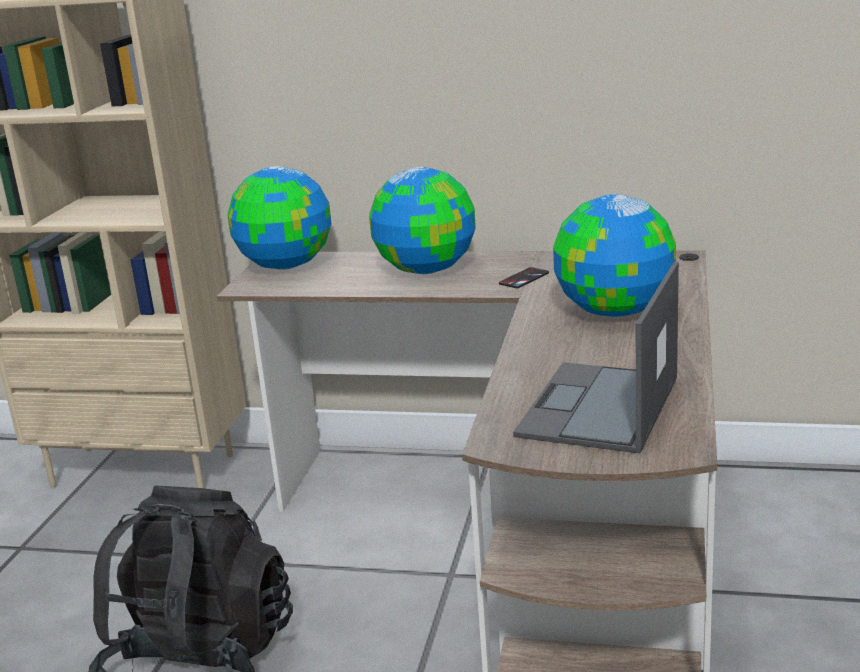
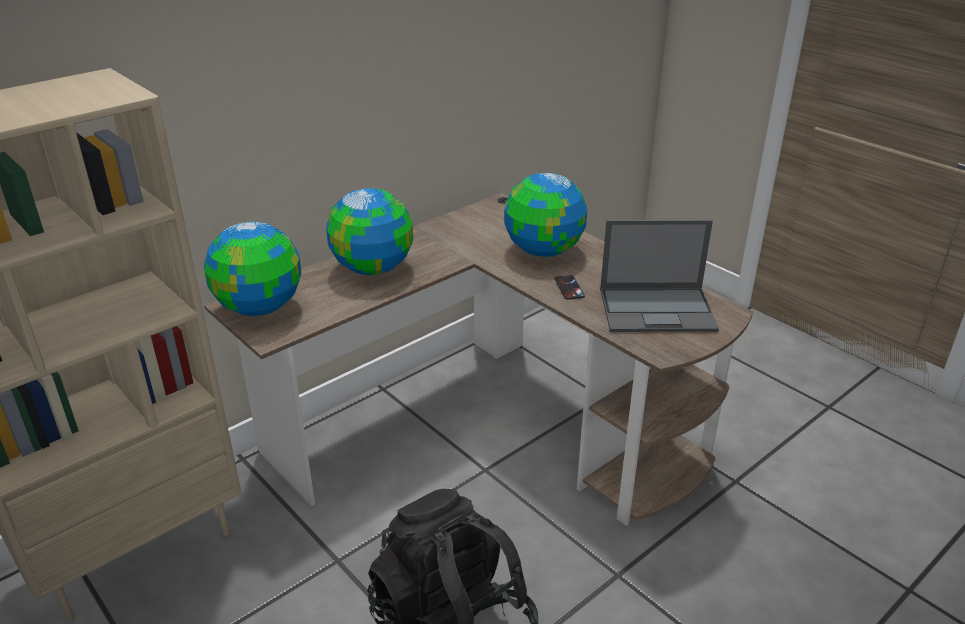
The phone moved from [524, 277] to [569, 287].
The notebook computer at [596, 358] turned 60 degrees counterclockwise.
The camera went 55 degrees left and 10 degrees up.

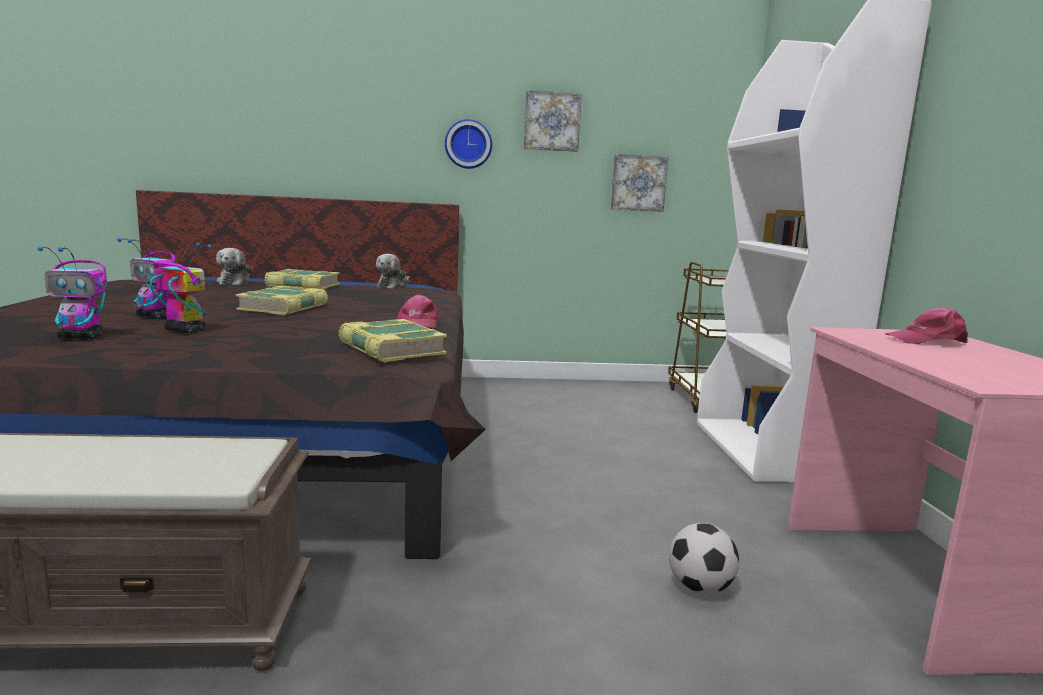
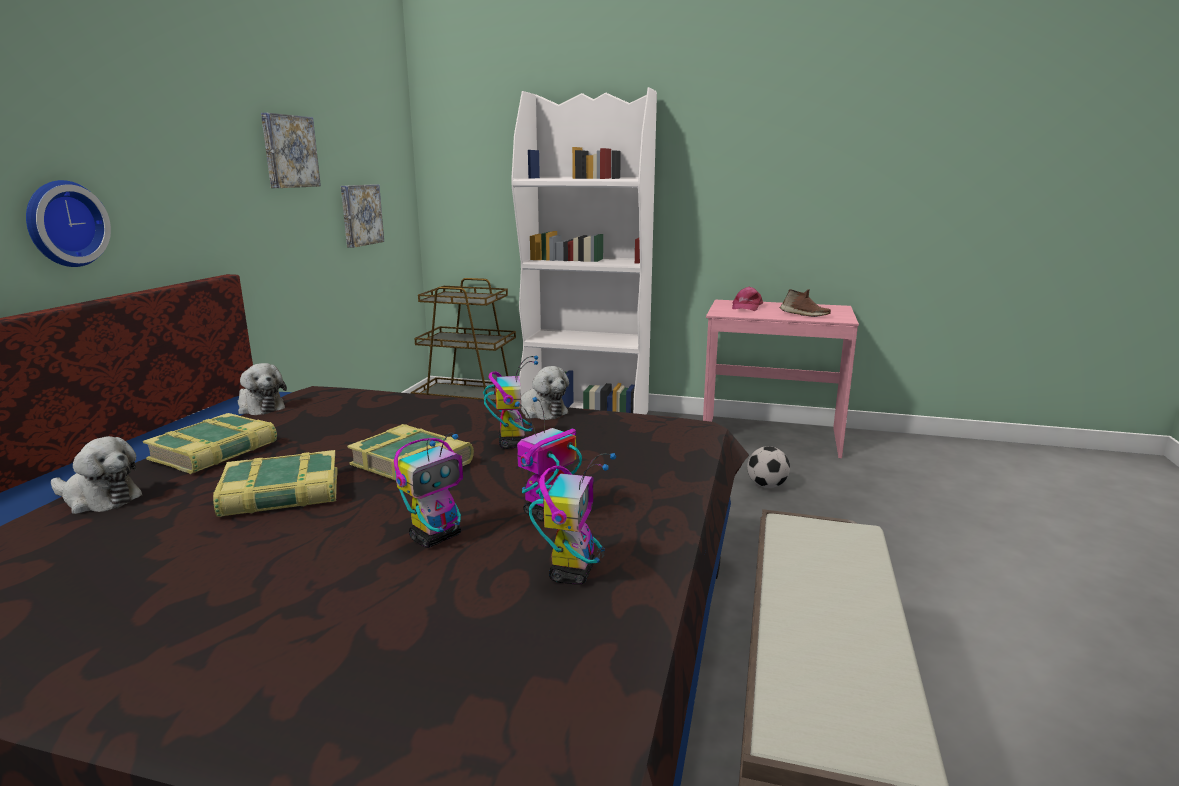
The wall clock moved from [468, 144] to [68, 223].
The book moved from [392, 341] to [275, 483].
The model robot at [510, 402] appeared.
The pinkish peaked cap at [418, 311] was replaced by the soft toy at [545, 393].
The brown-coloured low shoe at [805, 303] appeared.
The camera went 70 degrees left and 5 degrees up.

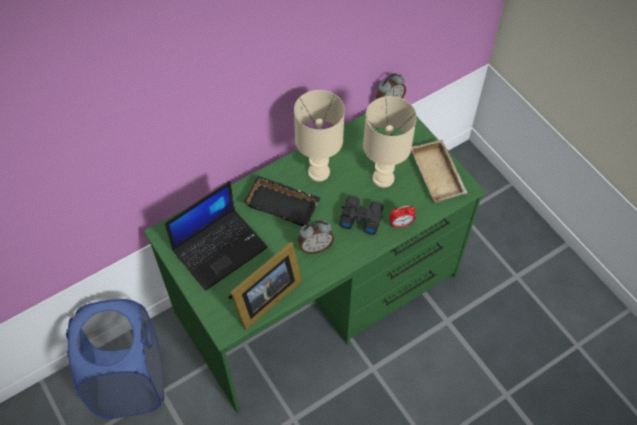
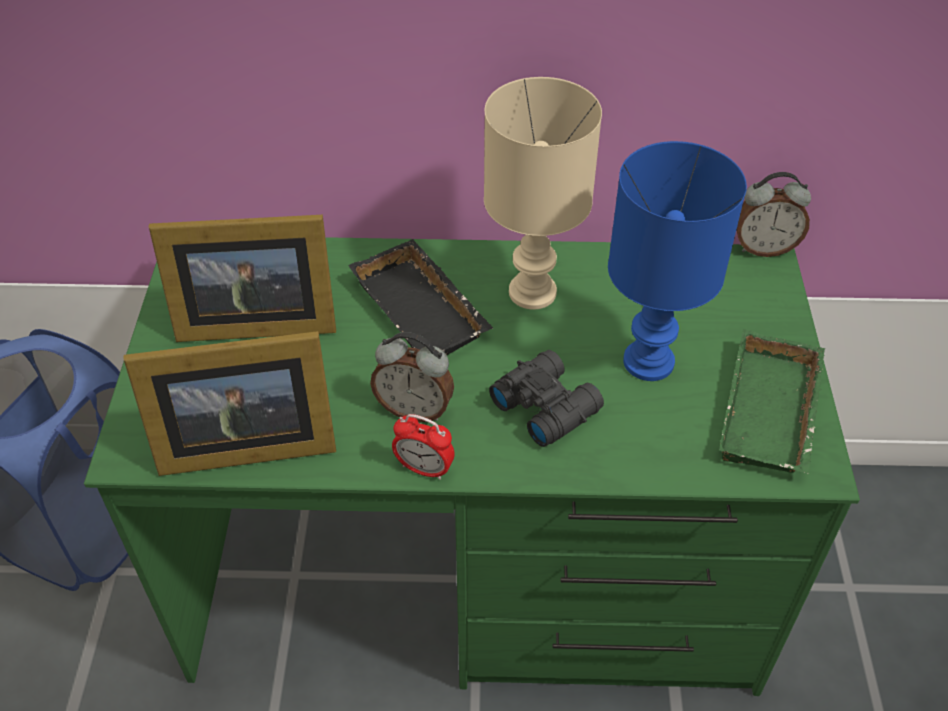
The notebook computer at [216, 236] was replaced by the picture frame at [242, 278].
The table clock moved from [402, 216] to [423, 447].
The beige tabletop lamp at [390, 142] became the bluish tabletop lamp at [677, 261].
The beige tray at [439, 172] became the green tray at [772, 401].
The camera went 35 degrees right and 10 degrees down.

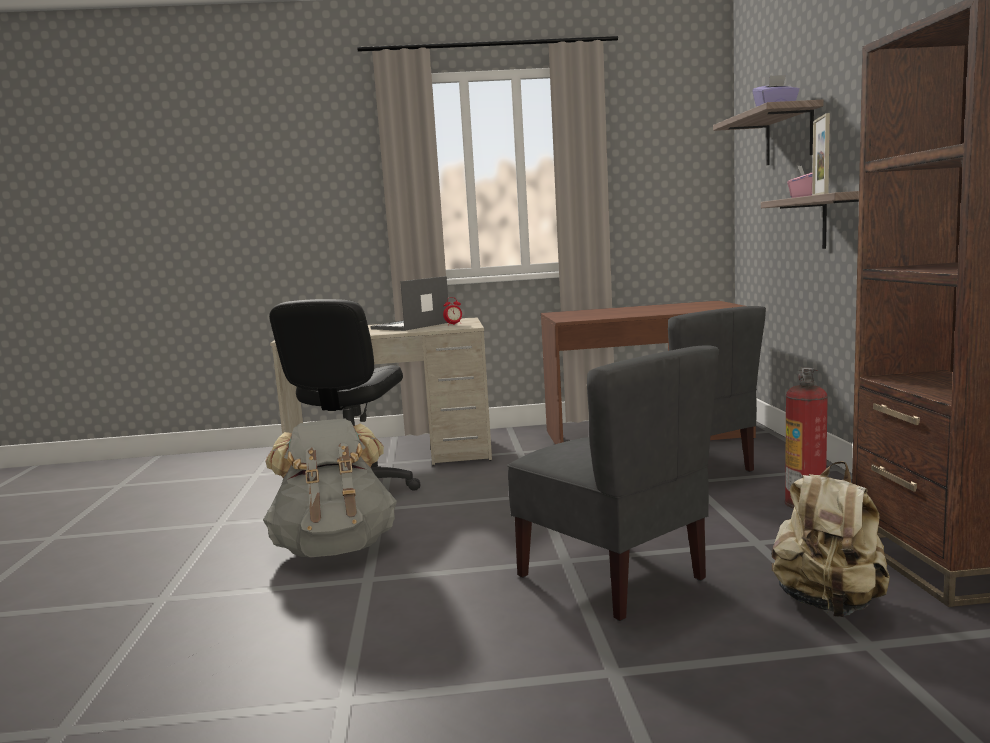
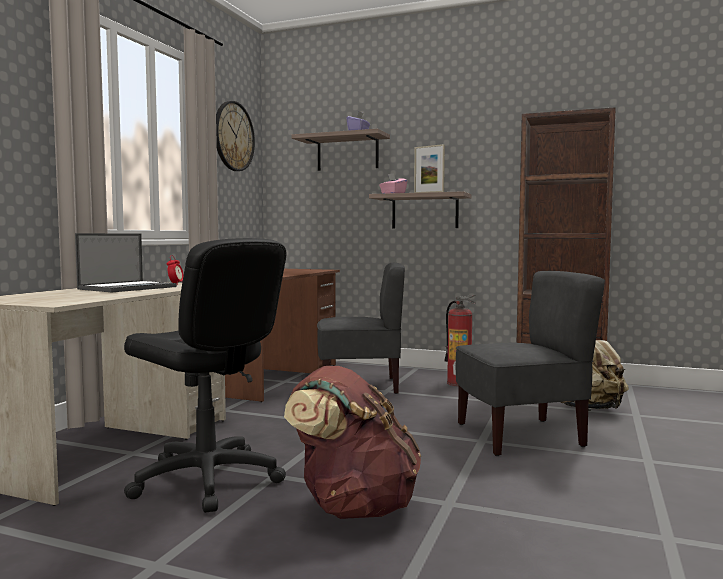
The notebook computer at [409, 303] turned 120 degrees counterclockwise.
The wall clock at [235, 136] appeared.
The gray backpack at [330, 487] became the brown-coloured backpack at [352, 442].
The camera went 65 degrees left and 5 degrees down.

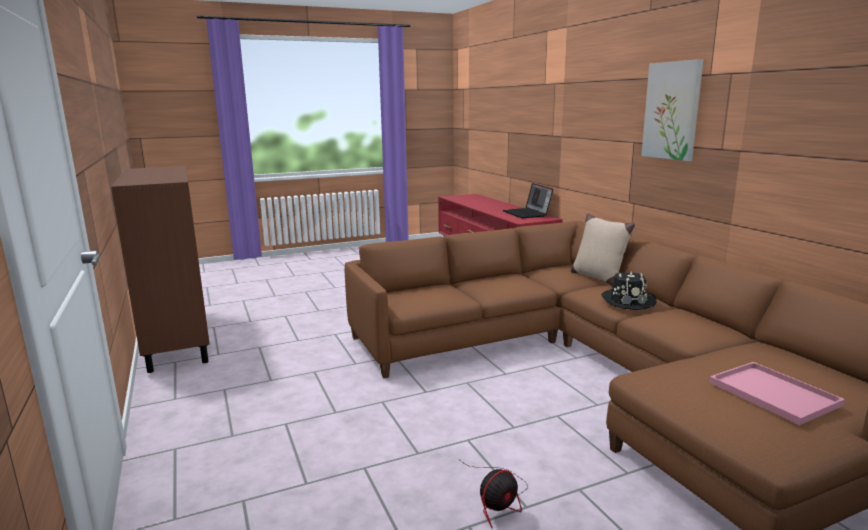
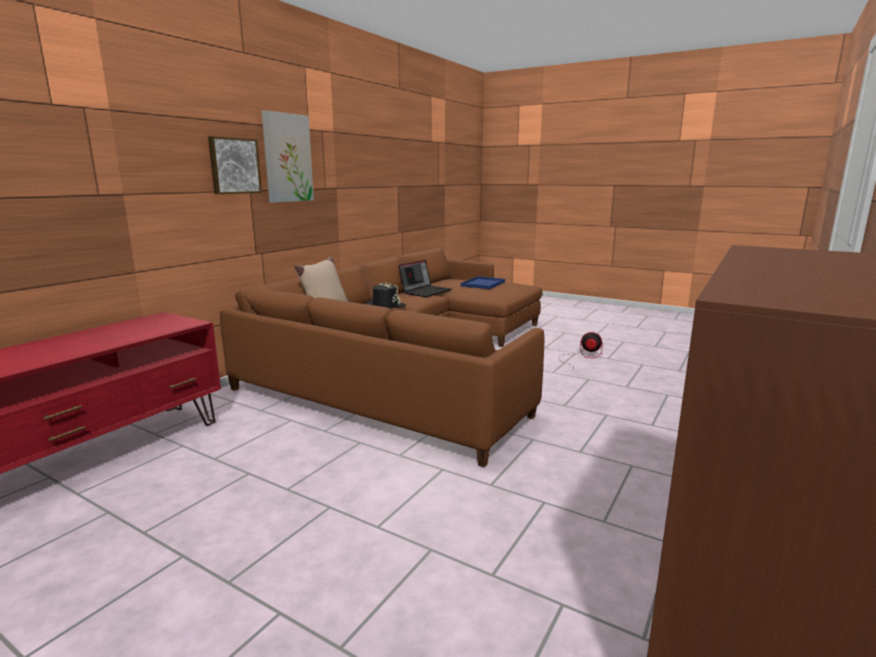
The picture at [235, 165] appeared.
The notebook computer moved from [528, 200] to [425, 278].
The pinkish tray at [777, 393] became the bluish tray at [483, 282].
The camera went 125 degrees left and 0 degrees up.

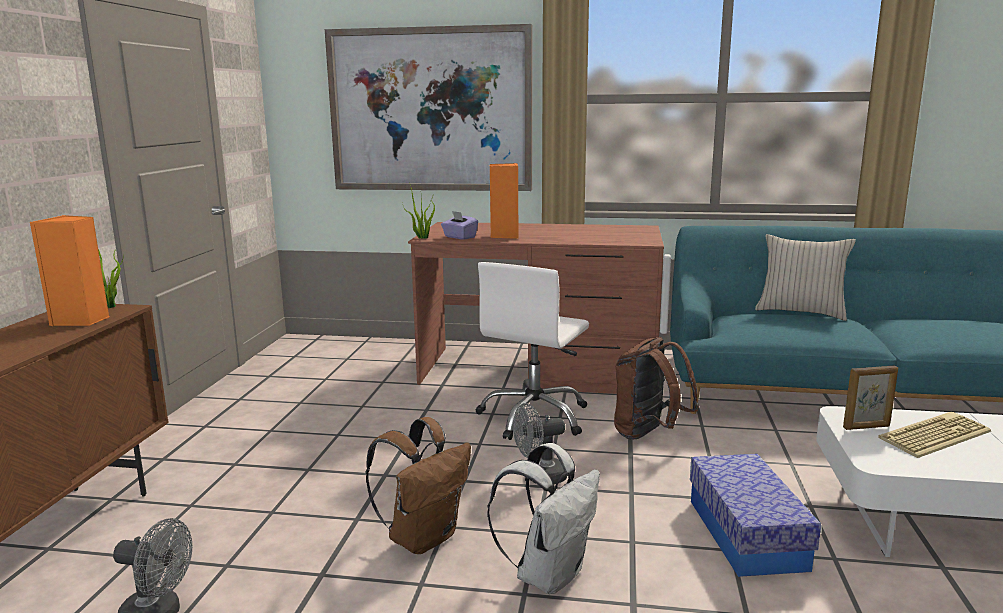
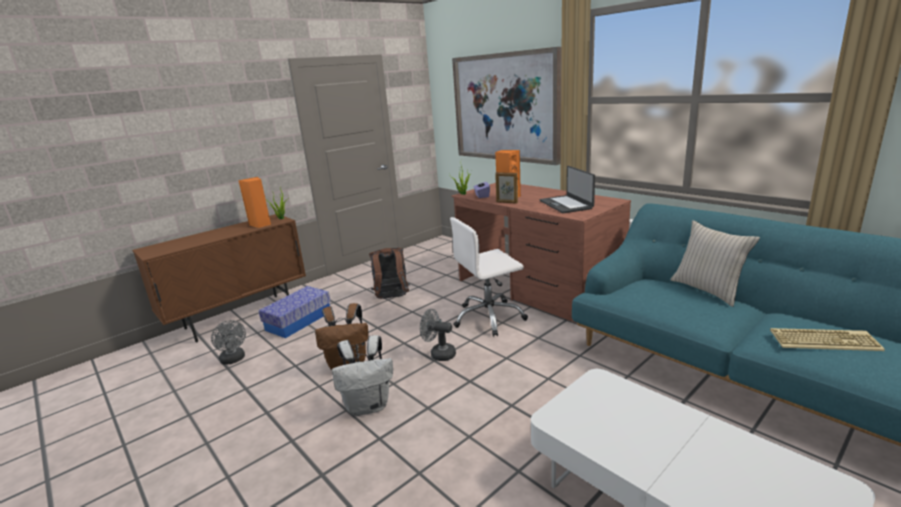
The storage container moved from [755, 515] to [295, 312].
The brown-coloured backpack moved from [656, 388] to [389, 273].
The picture frame moved from [870, 398] to [506, 188].
The notebook computer at [567, 189] appeared.
The PC keyboard moved from [934, 434] to [827, 339].
The camera went 40 degrees right and 5 degrees up.

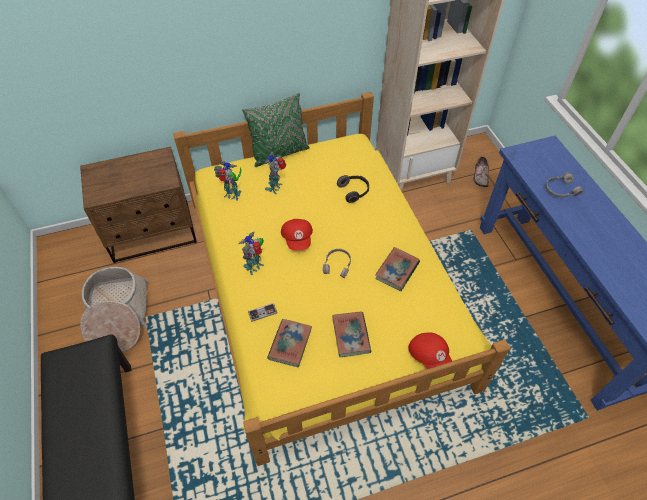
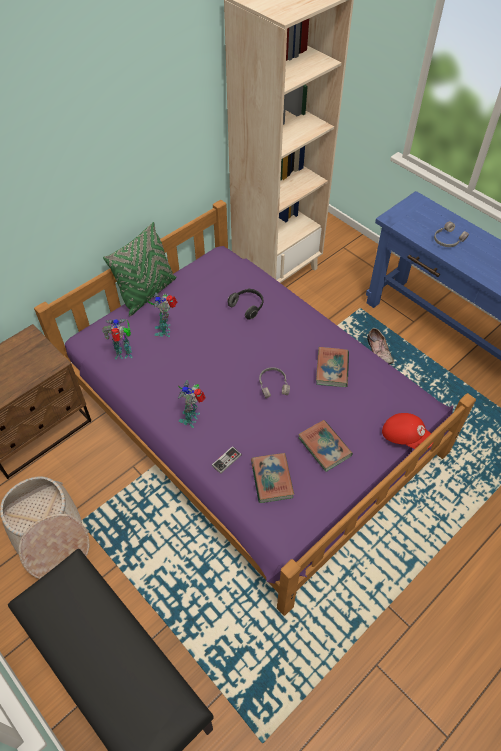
The yellow-coloured sleeping bed at [341, 279] became the purplish sleeping bed at [255, 408].
The low shoe moved from [481, 171] to [380, 346].
The red peaked cap at [297, 235] disappeared.
The camera went 25 degrees left and 0 degrees up.

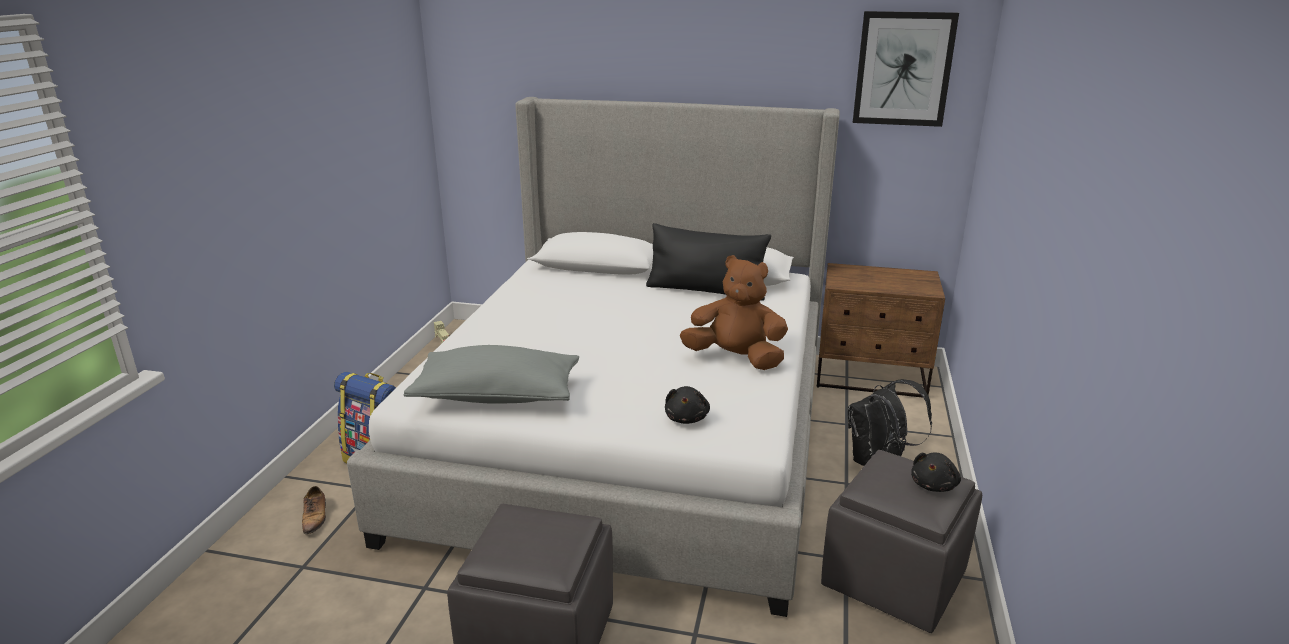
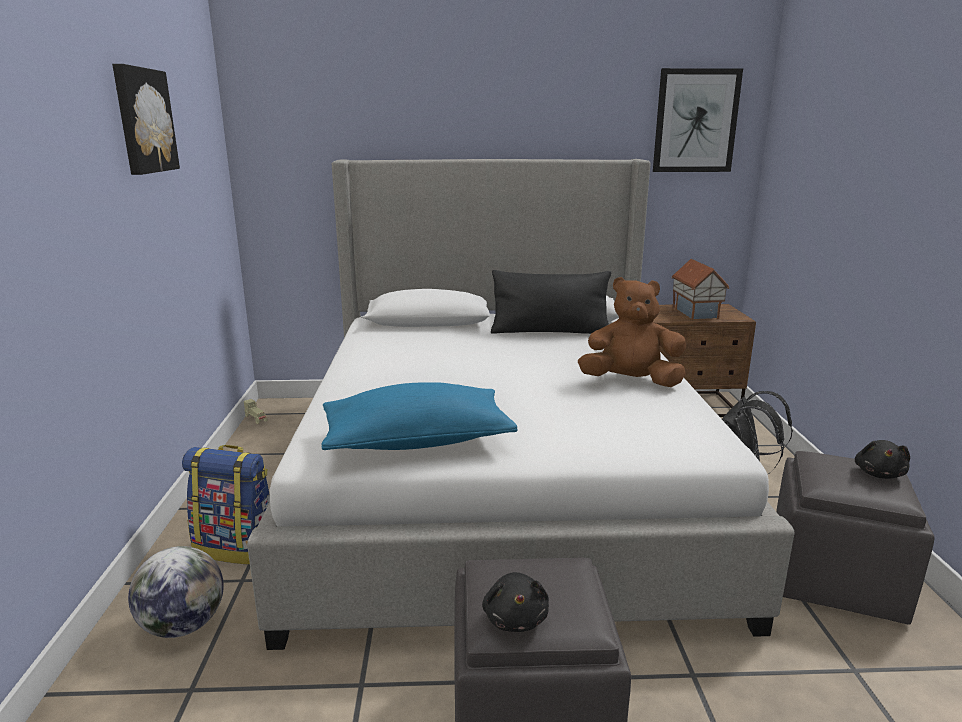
The picture at [146, 119] appeared.
The low shoe at [314, 510] was replaced by the world globe at [176, 592].
The gray pillow at [491, 374] became the bluish pillow at [419, 416].
The blackish soft toy moved from [687, 405] to [515, 602].
The miniature house at [700, 289] appeared.
The camera went 15 degrees left and 5 degrees down.

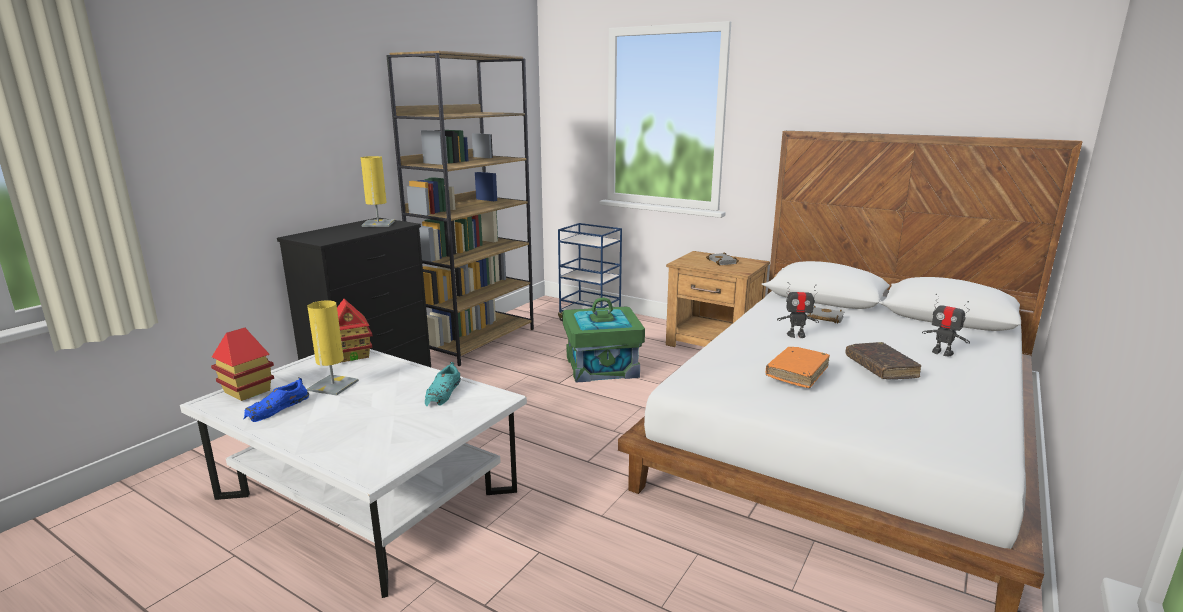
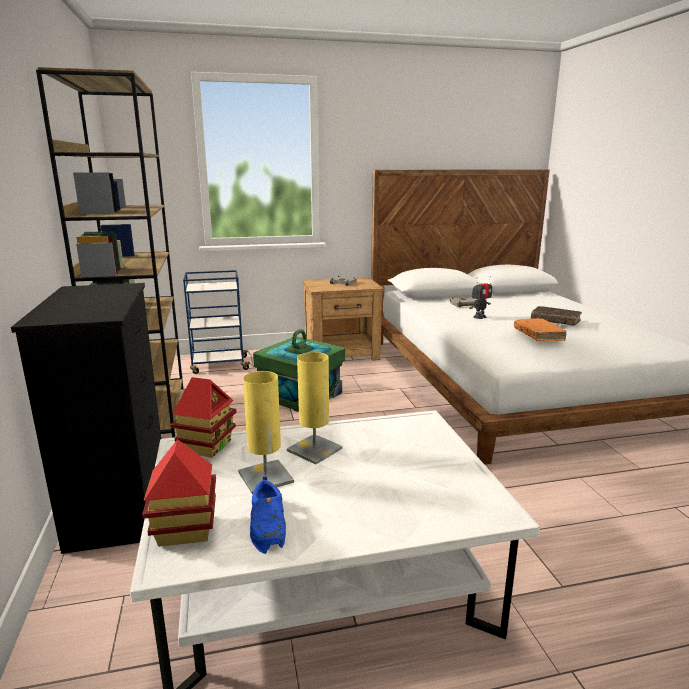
The yellow-coloured tabletop lamp moved from [377, 191] to [314, 408].
The turquoise-coloured low shoe at [443, 384] disappeared.
The model robot at [946, 325] disappeared.
The camera went 45 degrees left and 0 degrees up.

